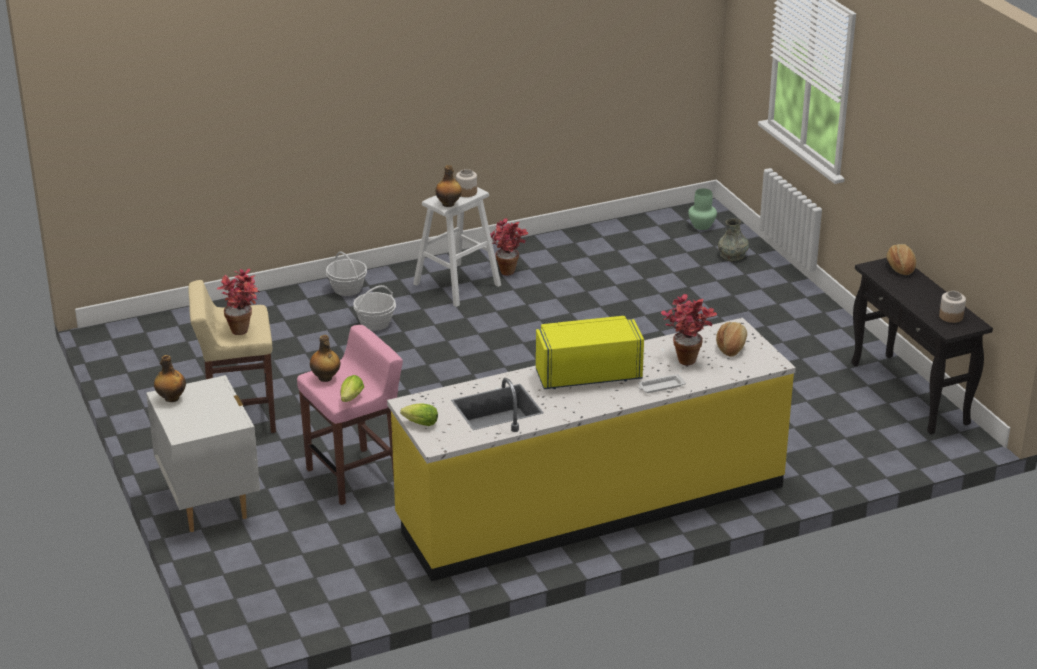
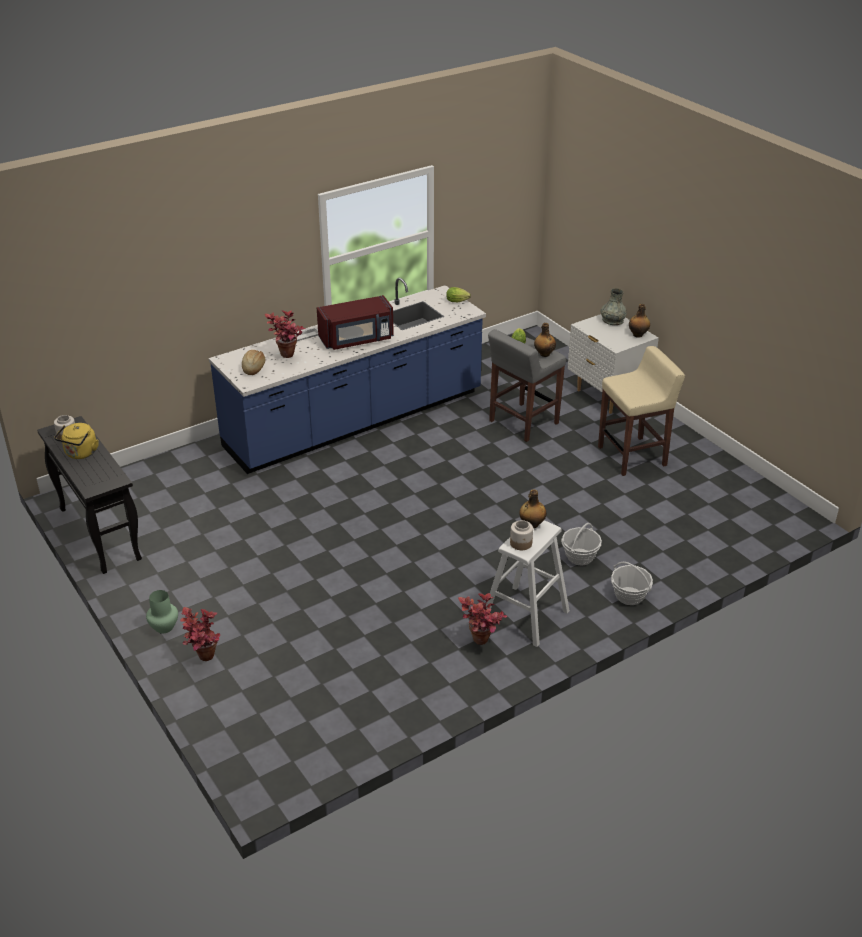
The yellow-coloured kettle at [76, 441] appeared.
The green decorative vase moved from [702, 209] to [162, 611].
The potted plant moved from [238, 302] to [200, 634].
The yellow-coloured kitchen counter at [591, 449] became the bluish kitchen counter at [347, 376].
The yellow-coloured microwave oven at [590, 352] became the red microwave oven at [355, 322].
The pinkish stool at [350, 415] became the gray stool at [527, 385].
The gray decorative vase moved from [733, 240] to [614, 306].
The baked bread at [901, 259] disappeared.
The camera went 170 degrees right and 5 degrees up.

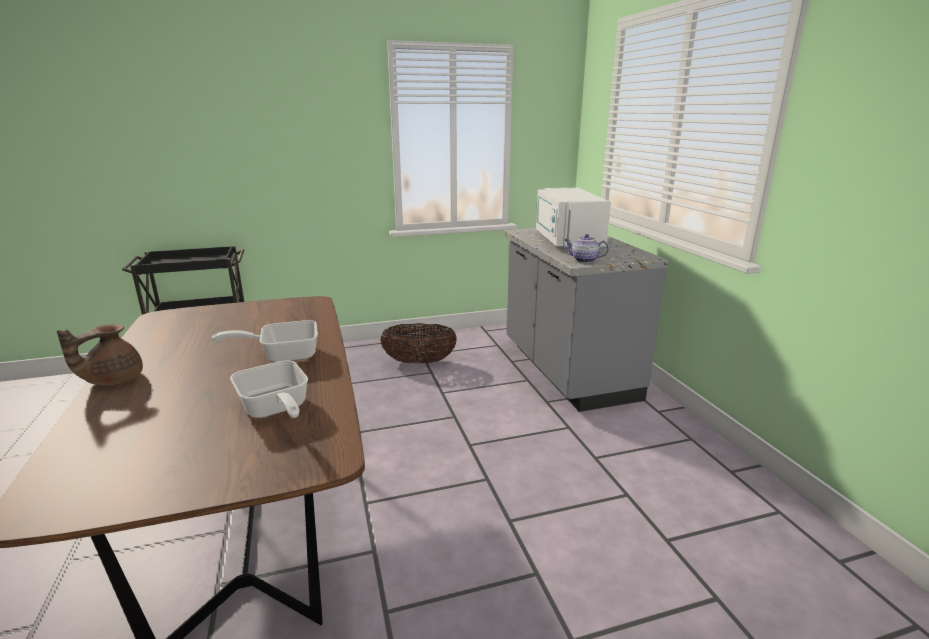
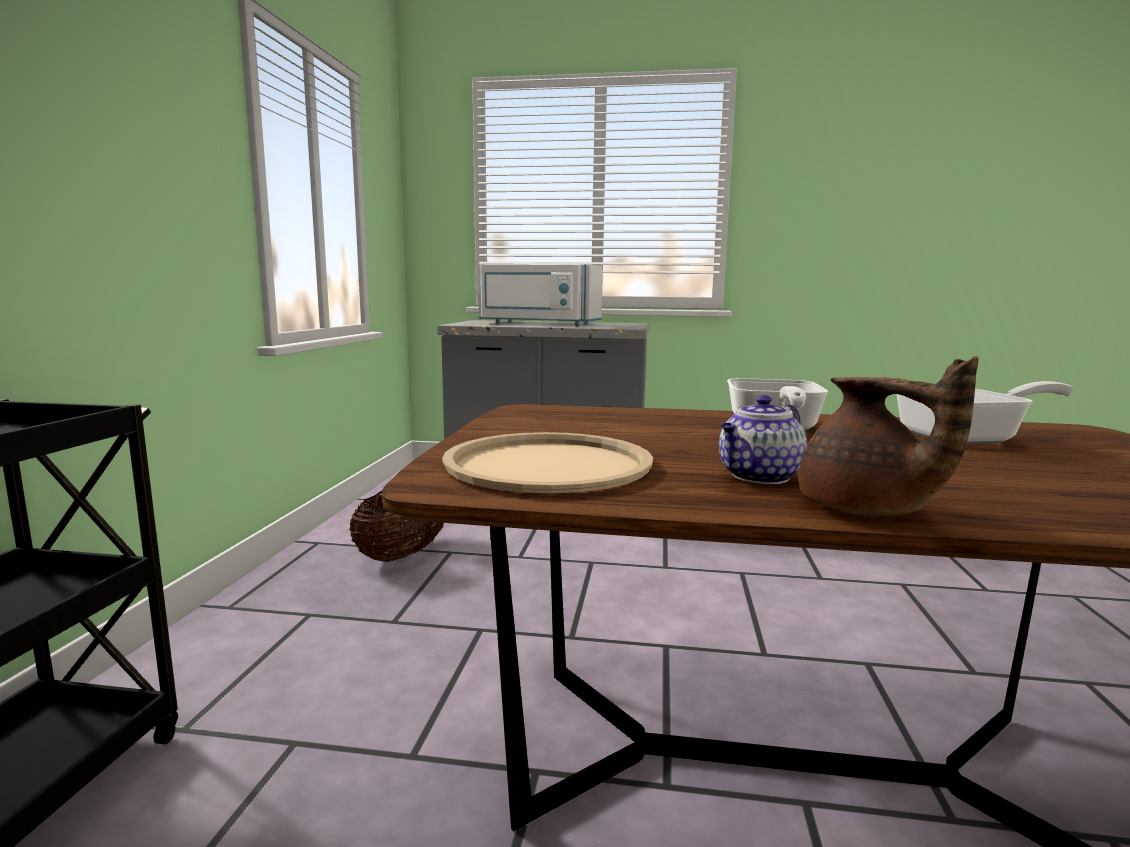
The beige tray at [547, 462] appeared.
The tea pot moved from [586, 248] to [763, 439].
The camera went 65 degrees left and 10 degrees down.

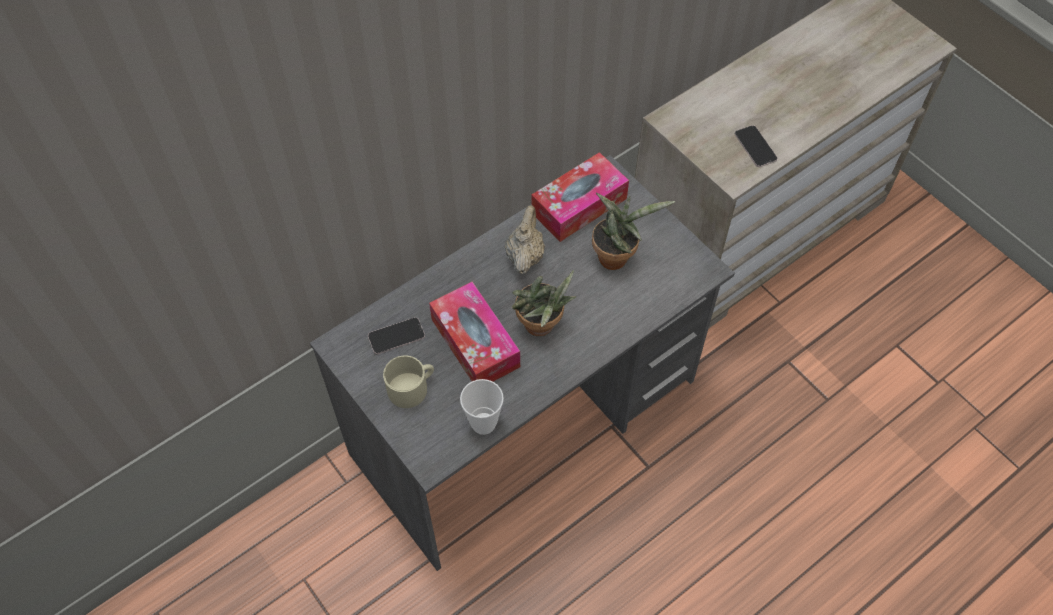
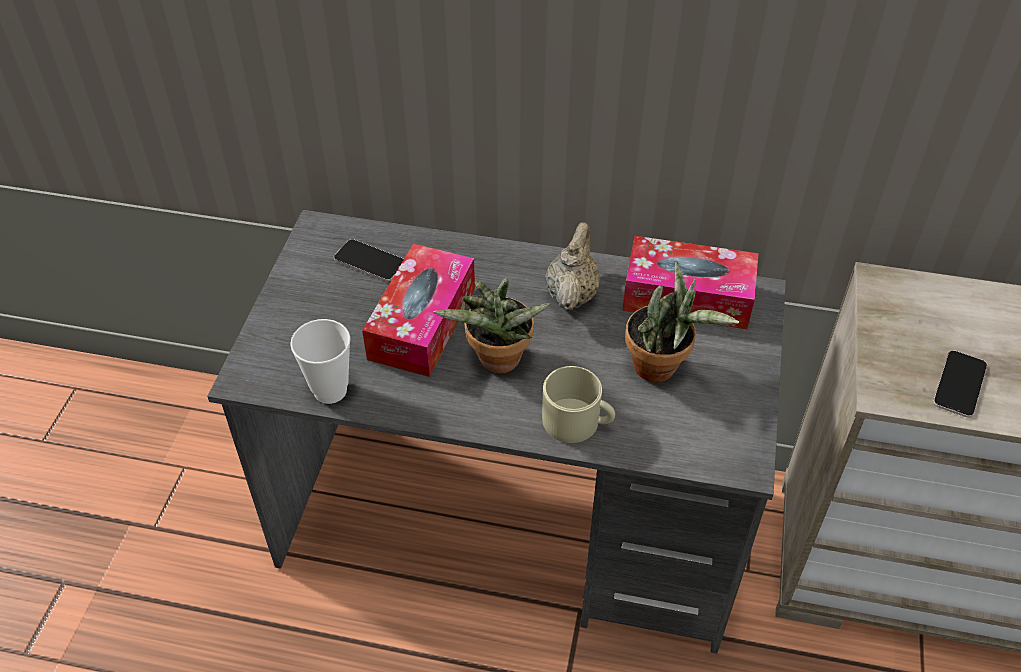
The beige tea mug moved from [408, 381] to [578, 404].
The beige tea pot at [525, 239] turned 45 degrees counterclockwise.
The camera went 50 degrees right and 10 degrees down.

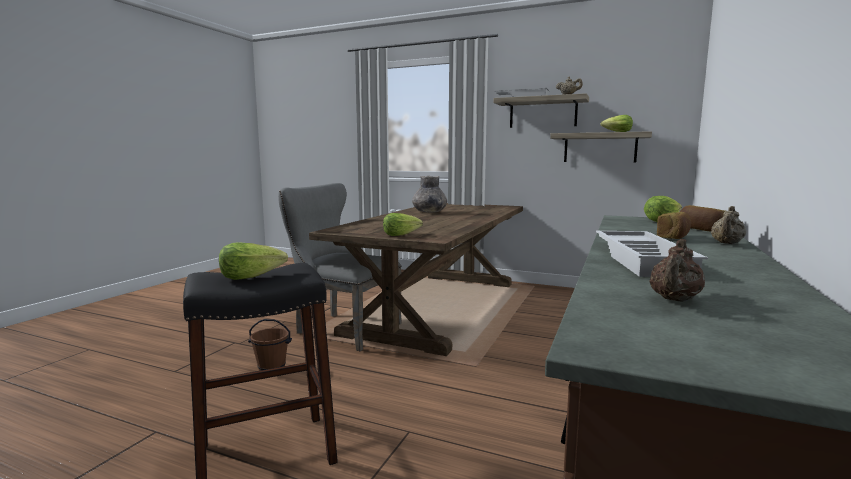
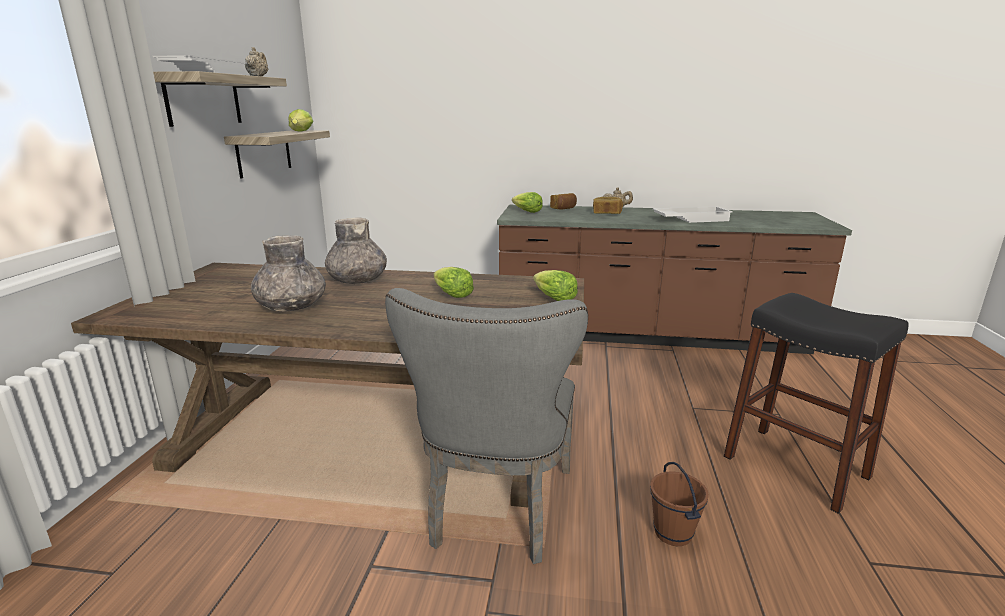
The gray decorative vase at [356, 251] appeared.
The head of lettuce moved from [253, 261] to [454, 282].
The brown-coloured tea pot at [677, 270] disappeared.
The camera went 105 degrees left and 10 degrees up.

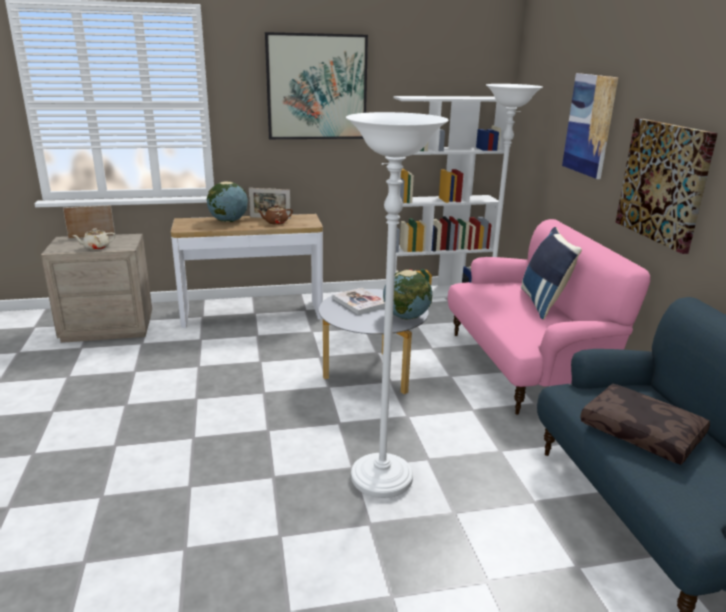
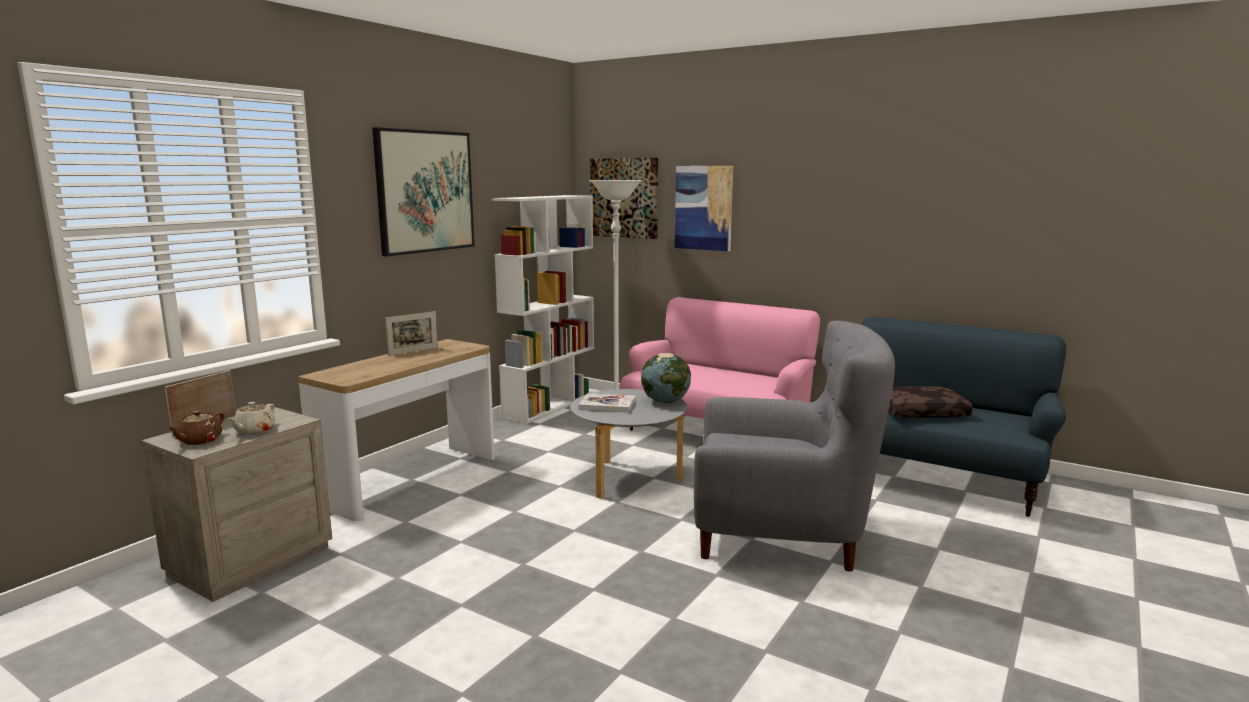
The brown-coloured tea pot moved from [275, 215] to [196, 427].
The picture moved from [667, 186] to [624, 198].
The white floor lamp at [397, 305] was replaced by the gray easy chair at [794, 446].
The world globe at [227, 201] disappeared.
The bluish pillow at [551, 273] disappeared.
The camera went 45 degrees left and 10 degrees down.

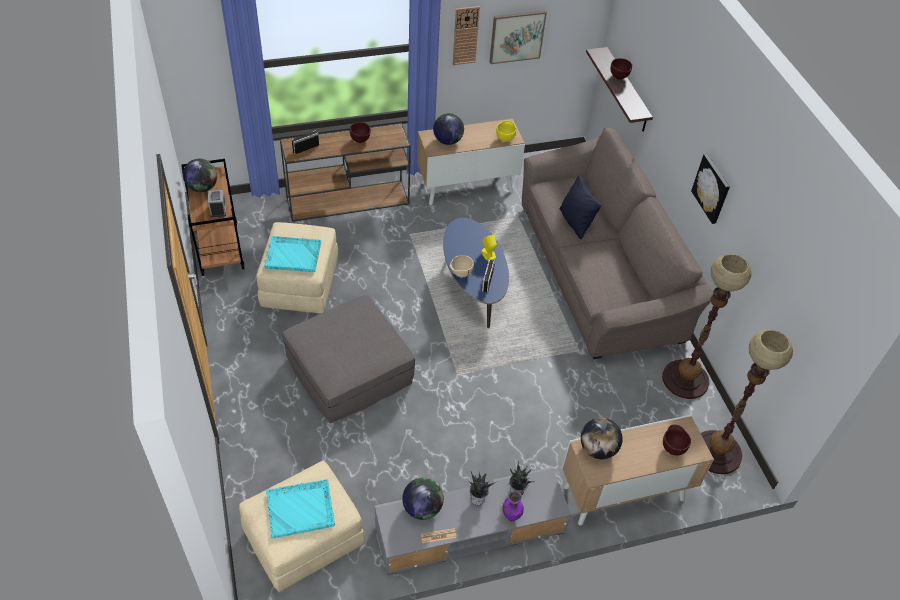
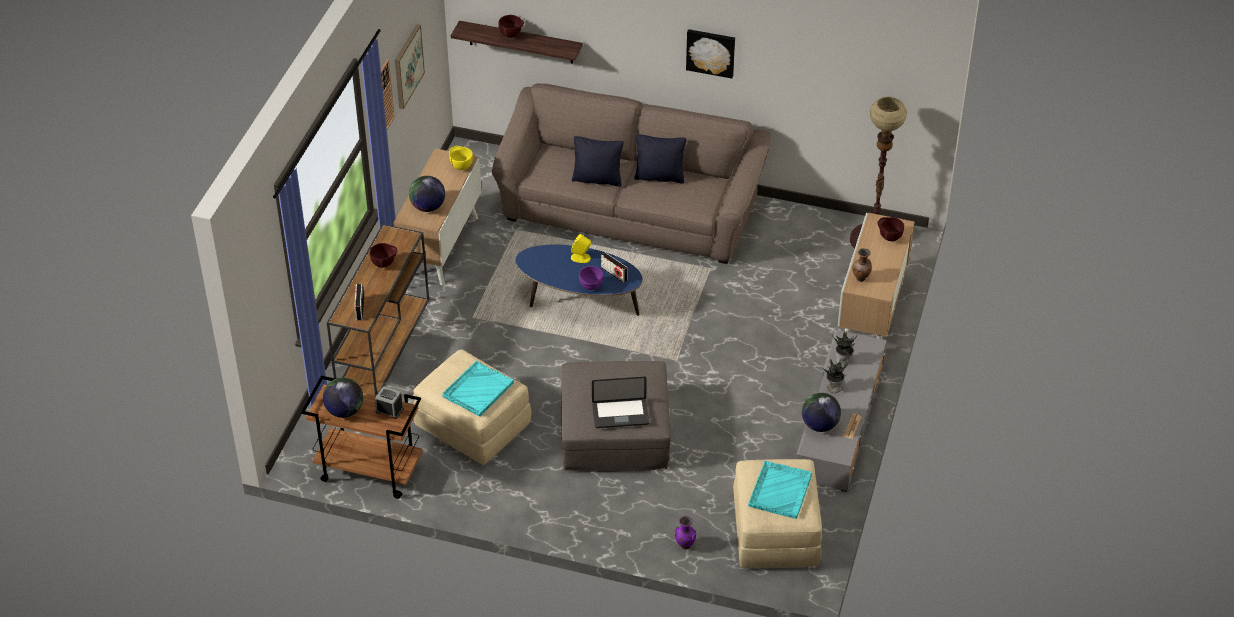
The beige serving bowl at [462, 266] became the purplish serving bowl at [591, 278].
The notebook computer at [620, 402] appeared.
The blackish pillow at [660, 158] appeared.
The purplish decorative vase moved from [513, 506] to [685, 532].
The world globe at [602, 438] was replaced by the brown-coloured decorative vase at [862, 265].
The floor lamp at [707, 326] disappeared.
The camera went 55 degrees left and 5 degrees down.

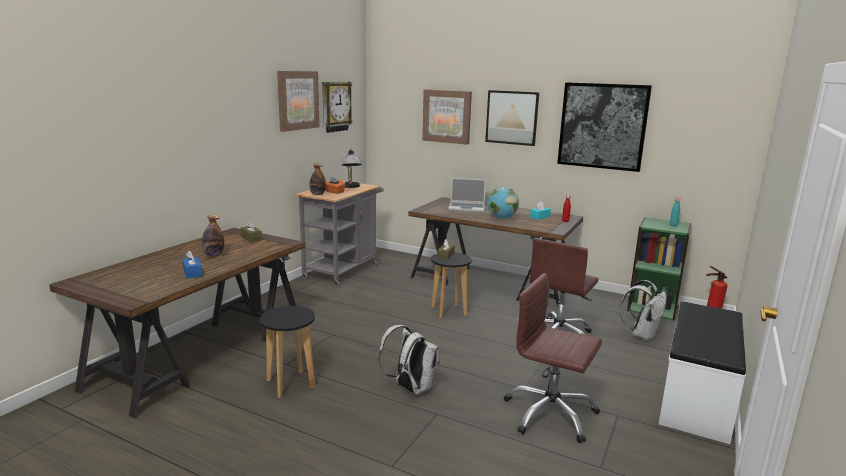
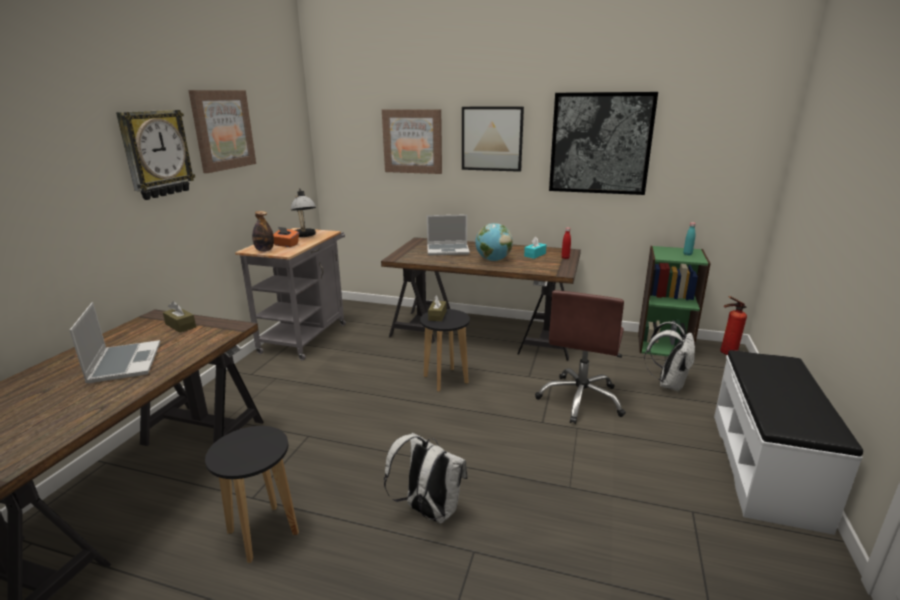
The drink bottle at [213, 235] was replaced by the notebook computer at [114, 342].
The wall clock moved from [337, 107] to [155, 155].
The bluish tissue box at [192, 265] disappeared.
The brown-coloured office chair at [553, 358] disappeared.
The camera went 10 degrees left and 5 degrees up.

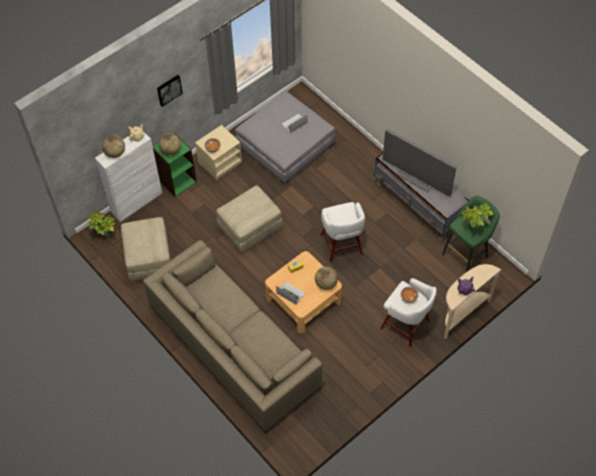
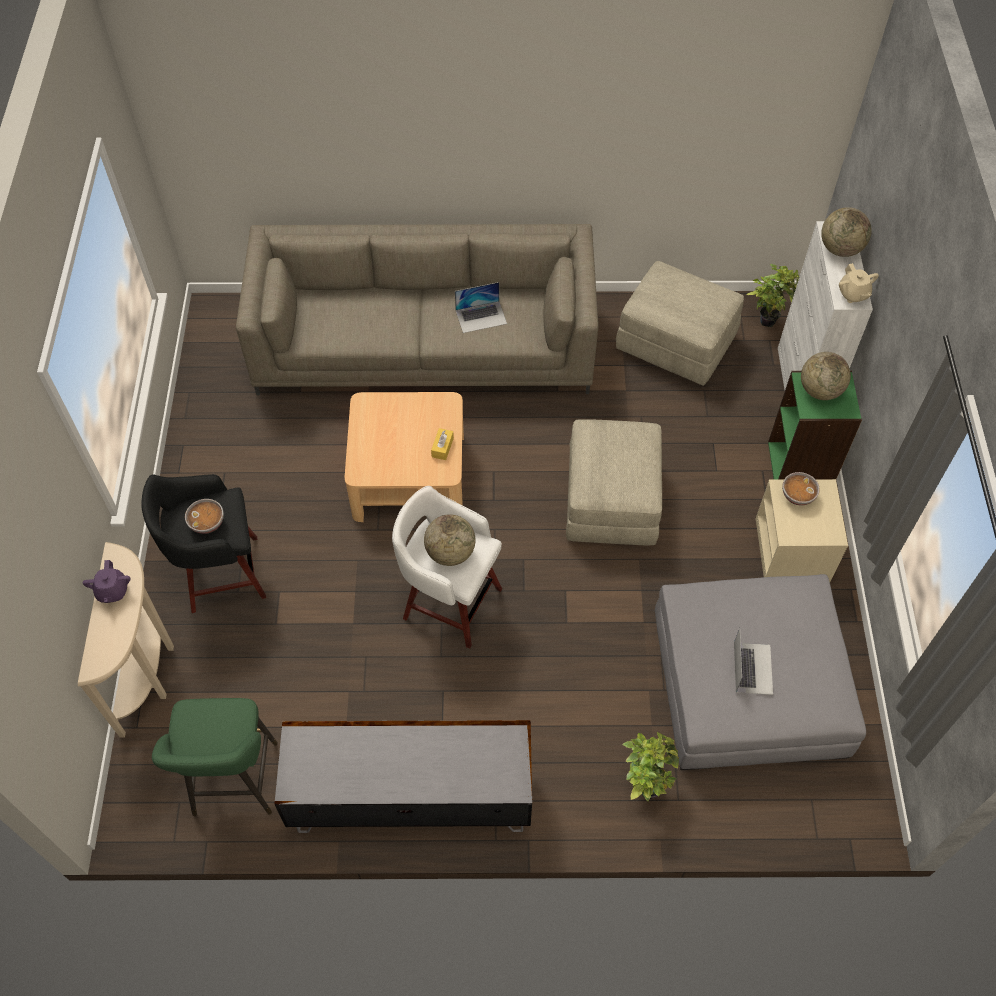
The white stool at [408, 312] became the blackish stool at [203, 543].
The world globe moved from [326, 278] to [449, 540].
The notebook computer moved from [290, 293] to [481, 307].
The potted plant moved from [477, 217] to [650, 767].
The picture at [170, 91] disappeared.
The TV set at [420, 163] disappeared.
The camera went 130 degrees right and 0 degrees up.

